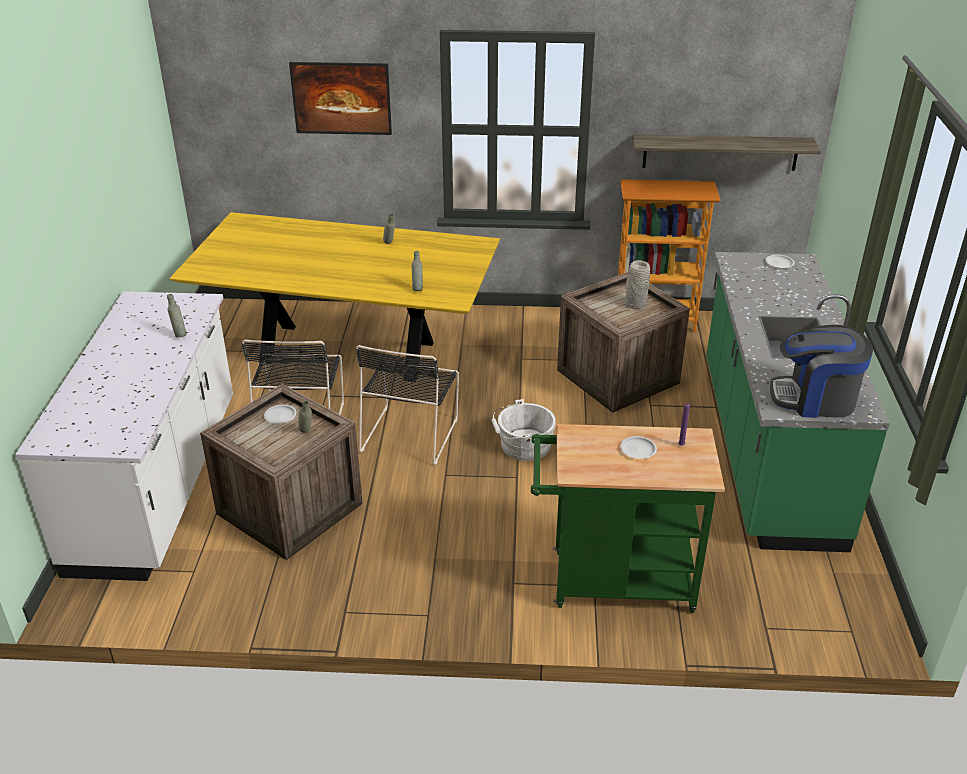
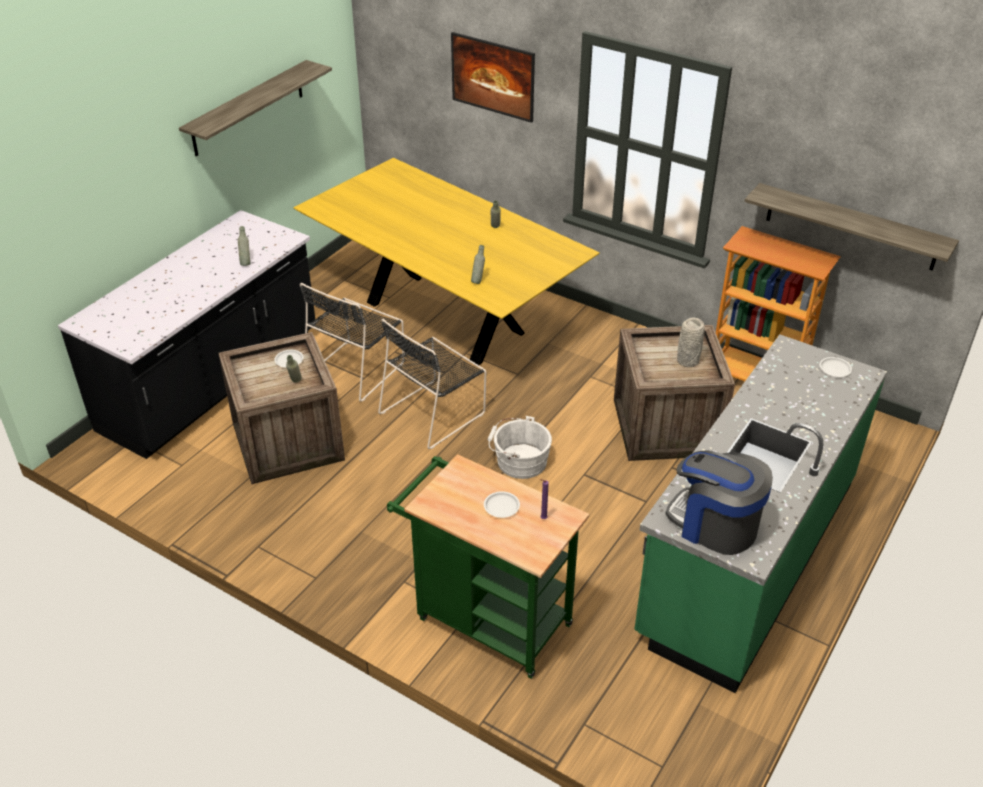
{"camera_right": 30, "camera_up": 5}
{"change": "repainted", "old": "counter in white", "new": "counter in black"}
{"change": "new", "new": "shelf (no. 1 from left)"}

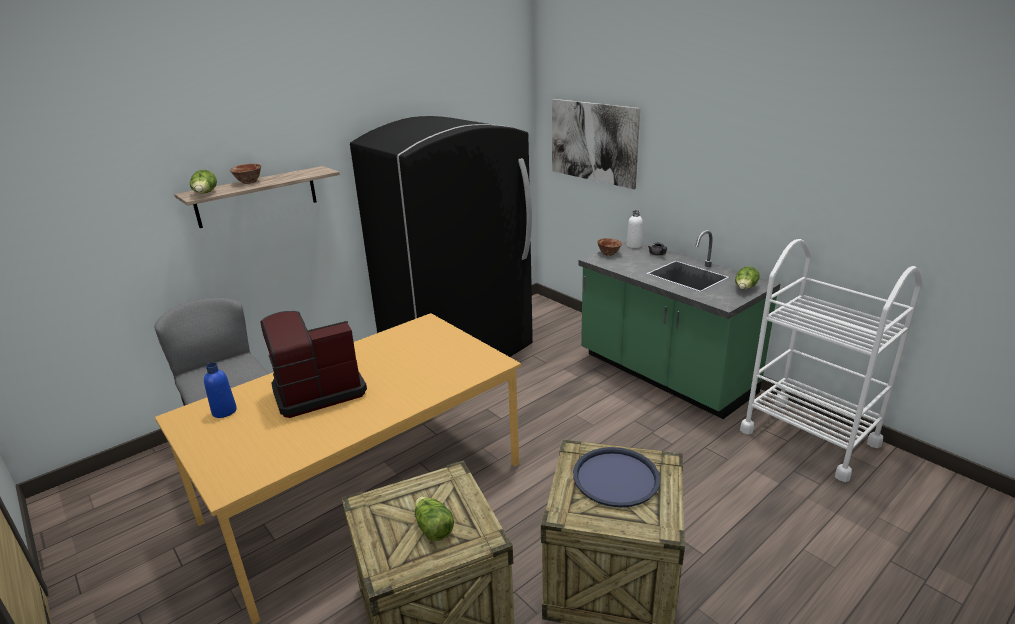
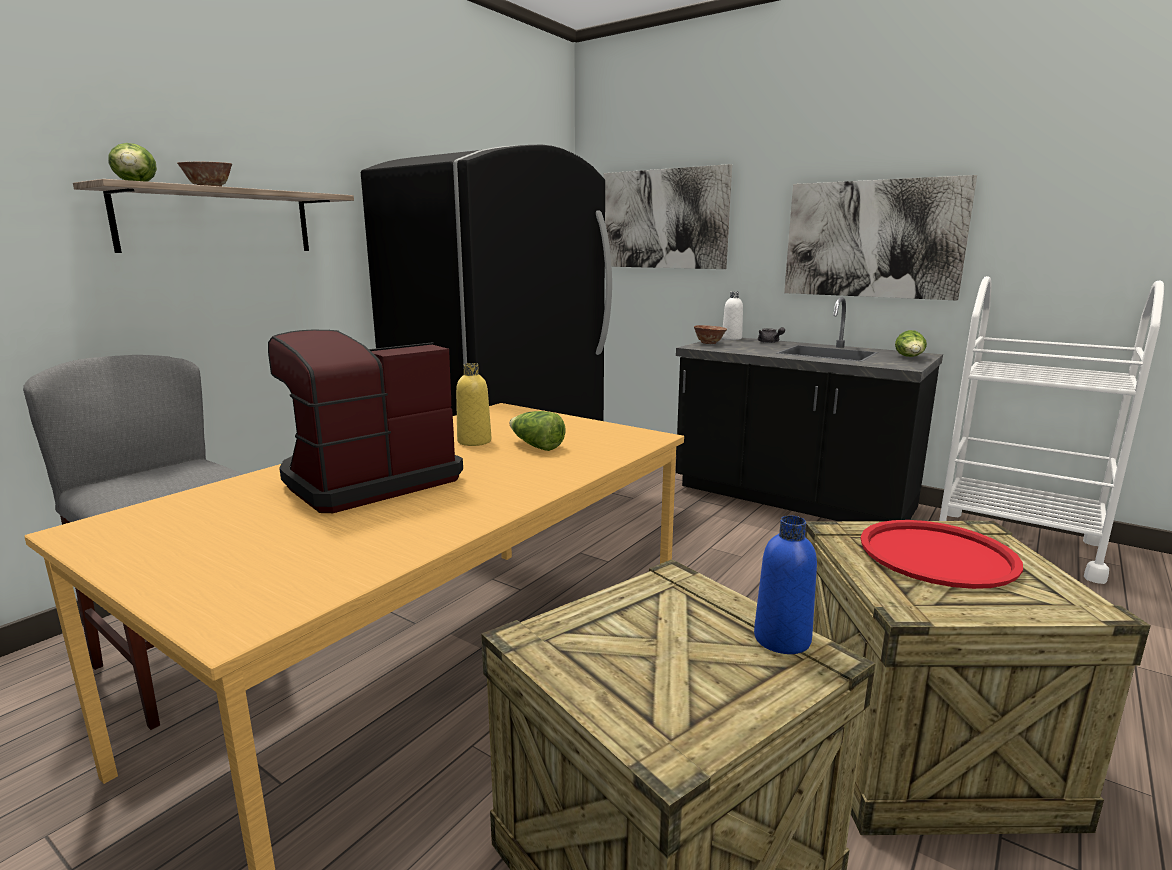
{"camera_right": -15, "camera_up": -10}
{"change": "shifted", "old": "bottle in blue"}
{"change": "shifted", "old": "lettuce (no. 2 from left)"}
{"change": "repainted", "old": "tray in blue", "new": "tray in red"}
{"change": "repainted", "old": "counter in green", "new": "counter in black"}
{"change": "new", "new": "bottle in yellow"}
{"change": "new", "new": "picture (no. 2 from left)"}

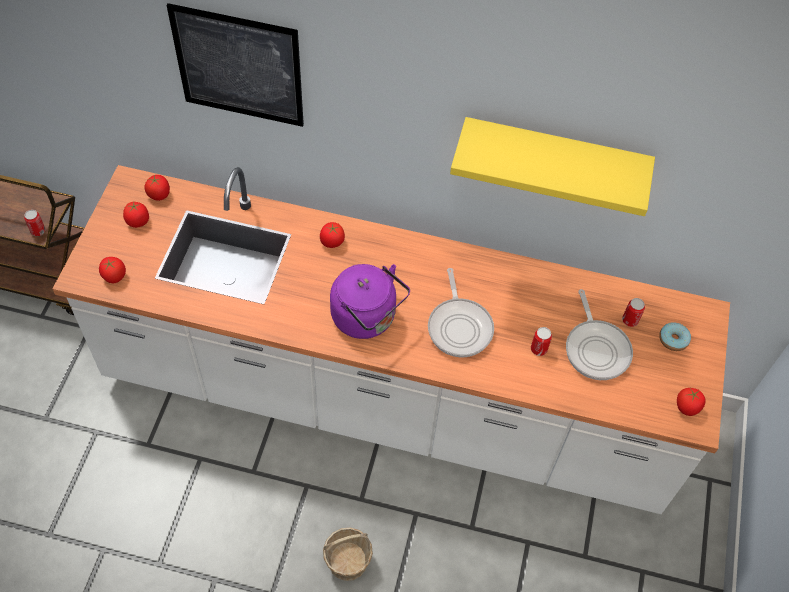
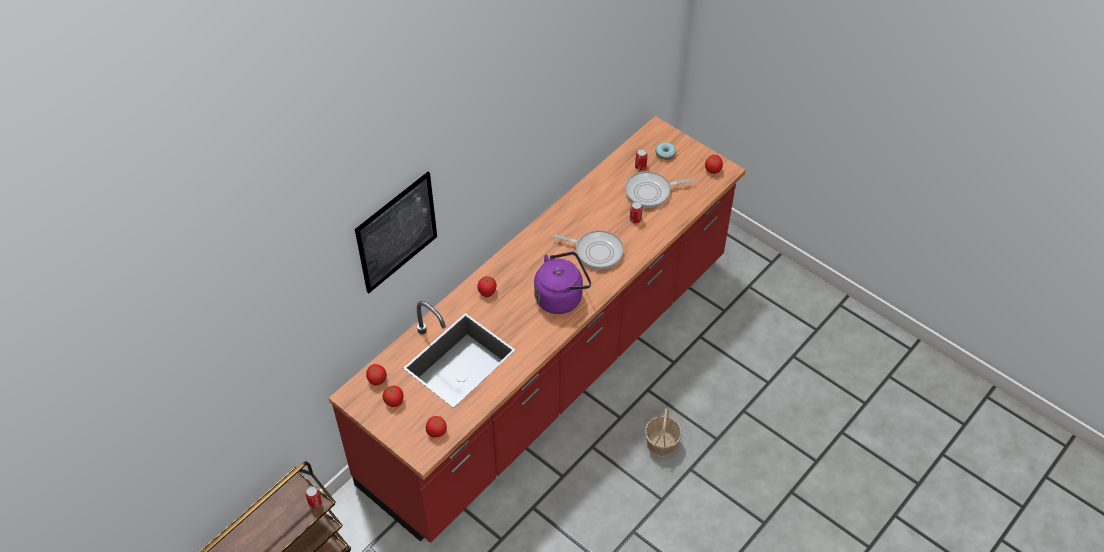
{"camera_right": -60, "camera_up": -5}
{"change": "repainted", "old": "counter in white", "new": "counter in red"}
{"change": "gone", "old": "shelf in yellow"}
{"change": "rotated", "old": "frying pan (no. 2 from left)", "degrees": 150}

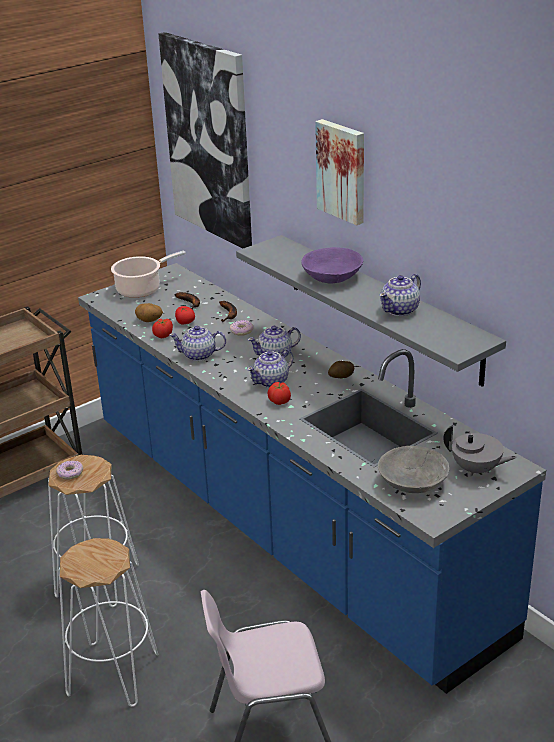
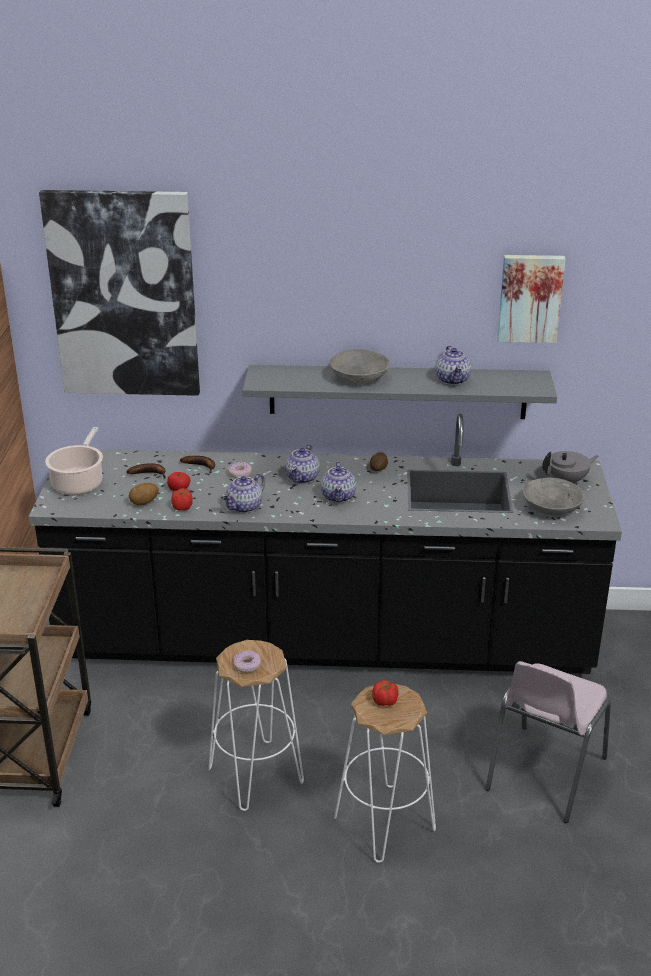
{"camera_right": -50, "camera_up": 0}
{"change": "repainted", "old": "counter in blue", "new": "counter in black"}
{"change": "shifted", "old": "tomato (no. 3 from left)"}
{"change": "repainted", "old": "bowl in purple", "new": "bowl in grey (no. 1 from left)"}
{"change": "shifted", "old": "picture (no. 2 from left)"}

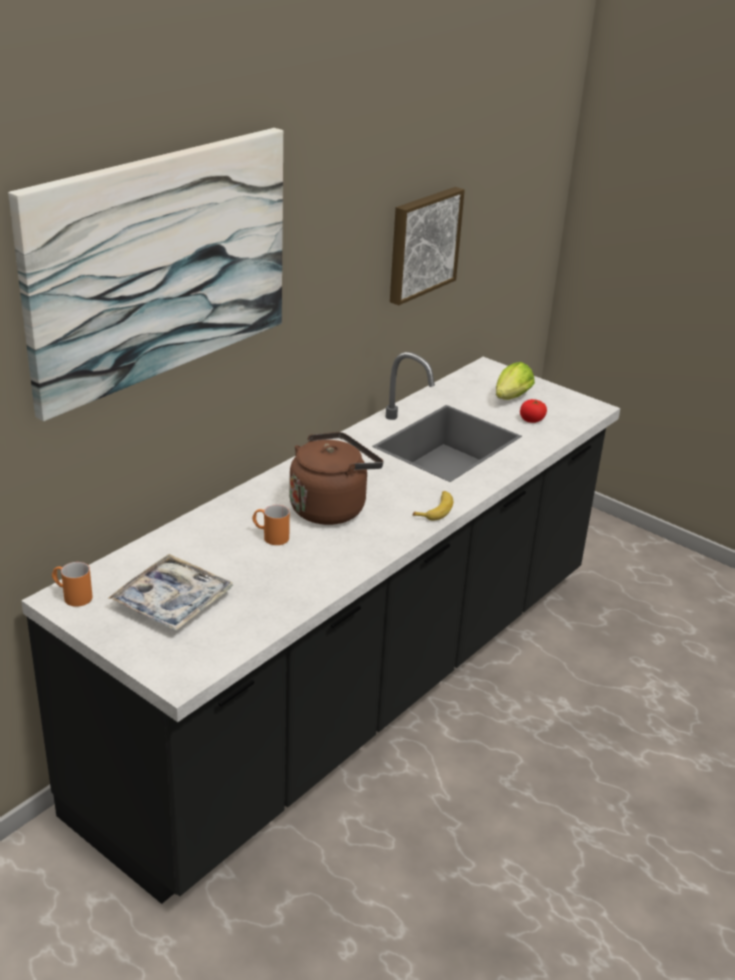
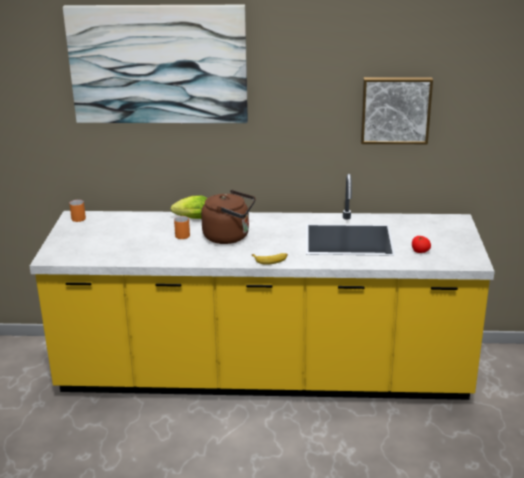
{"camera_right": 55, "camera_up": -5}
{"change": "repainted", "old": "counter in black", "new": "counter in yellow"}
{"change": "gone", "old": "tray"}
{"change": "shifted", "old": "lettuce"}

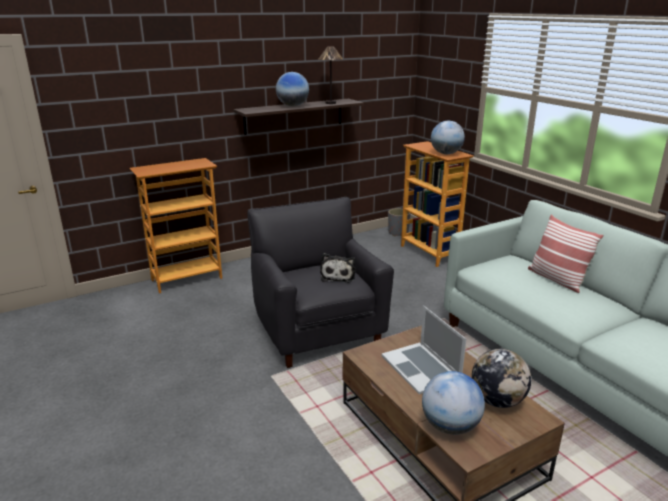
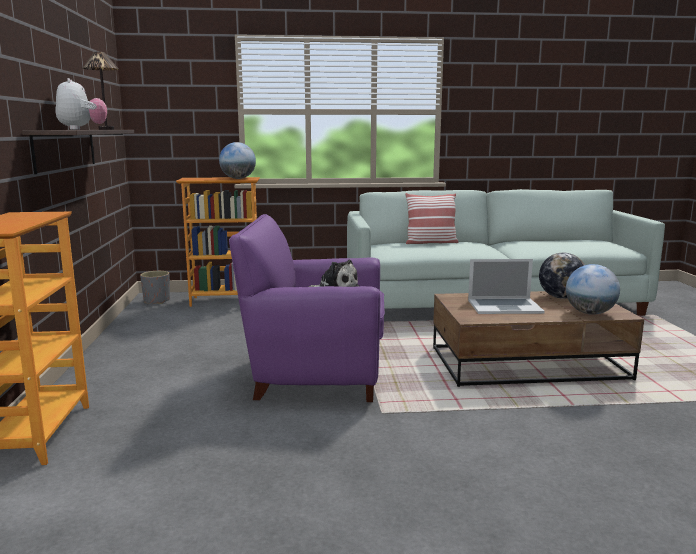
{"camera_right": -65, "camera_up": -10}
{"change": "repainted", "old": "armchair in black", "new": "armchair in purple"}
{"change": "swapped", "old": "globe (no. 1 from left)", "new": "plush toy (no. 1 from left)"}

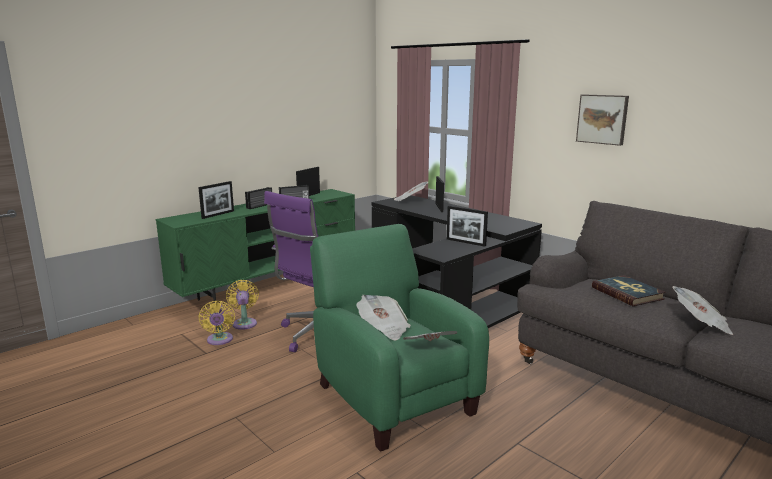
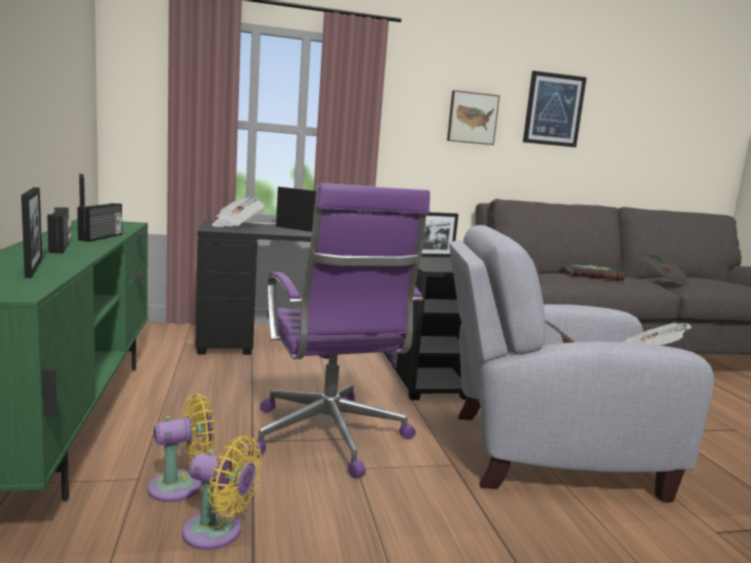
{"camera_right": -60, "camera_up": -5}
{"change": "rotated", "old": "fan in yellow (no. 2 from left in the first image)", "degrees": 135}
{"change": "repainted", "old": "armchair in green", "new": "armchair in grey"}
{"change": "new", "new": "picture (no. 2 from left)"}

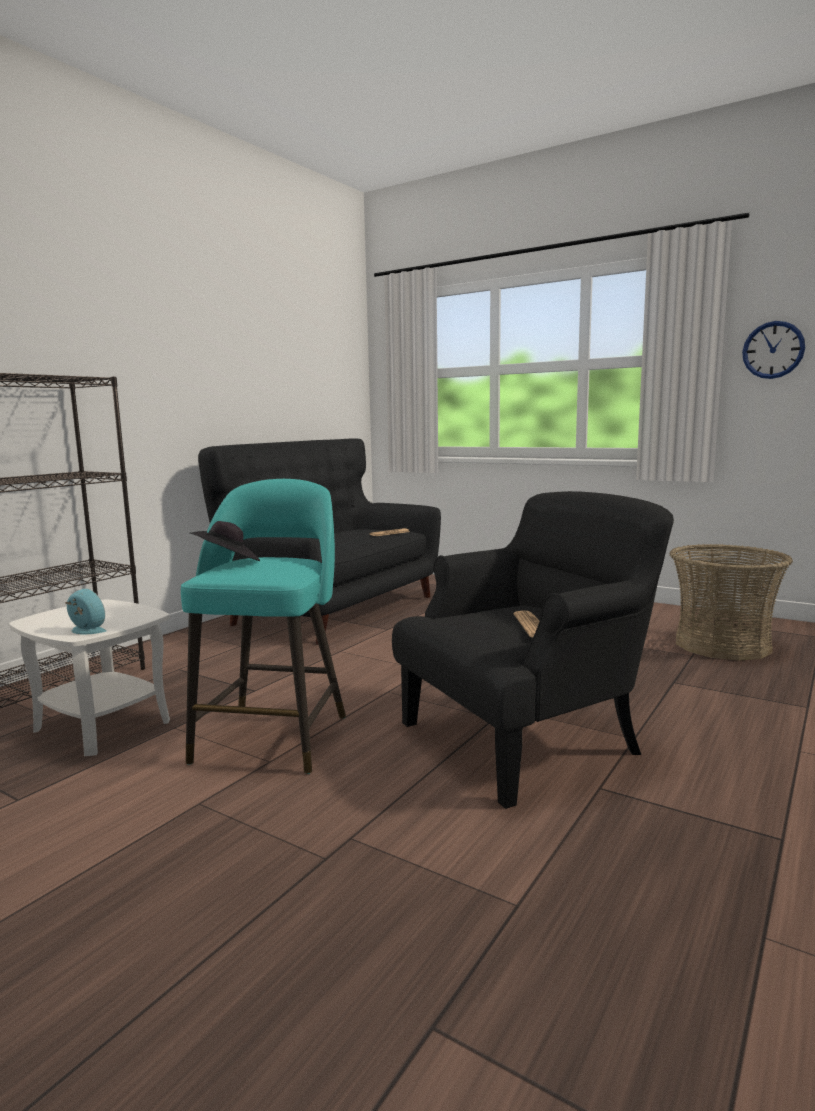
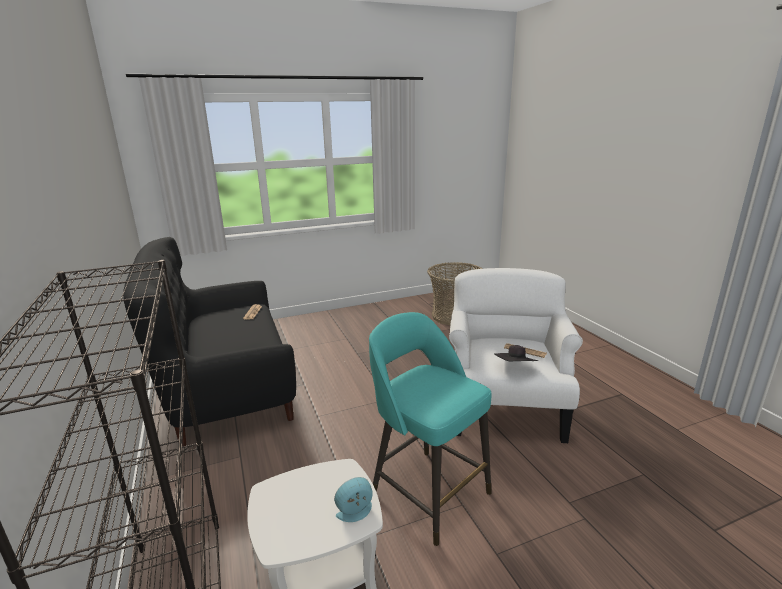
{"camera_right": -55, "camera_up": 10}
{"change": "shifted", "old": "hat in black"}
{"change": "repainted", "old": "armchair in black", "new": "armchair in white"}
{"change": "gone", "old": "wall clock"}

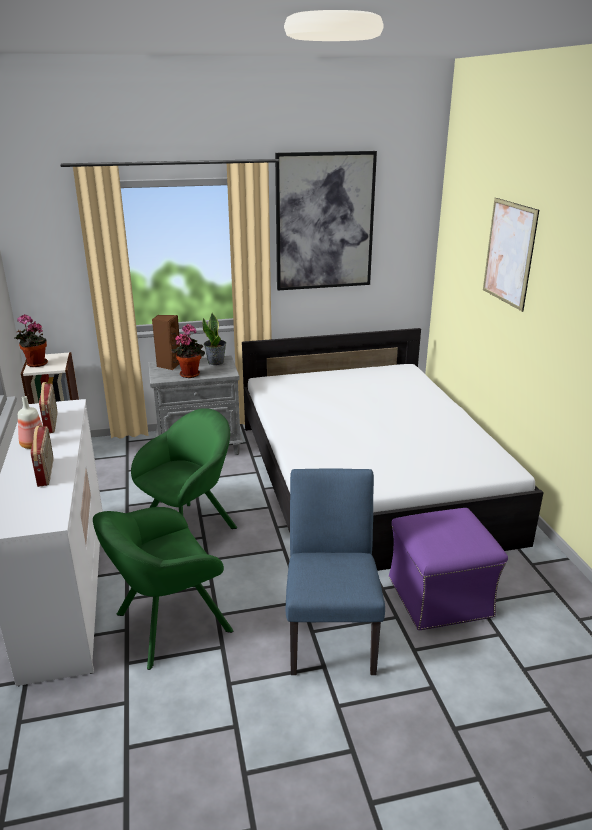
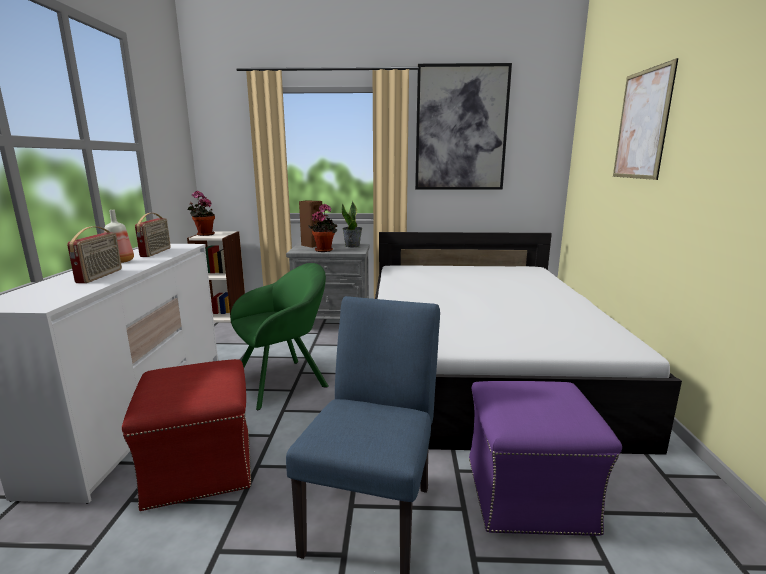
{"camera_right": 15, "camera_up": -10}
{"change": "swapped", "old": "armchair in green (no. 1 from left)", "new": "ottoman in red"}

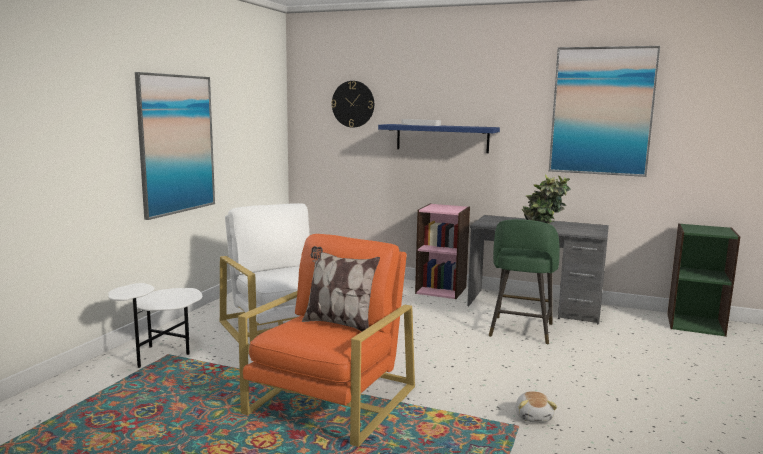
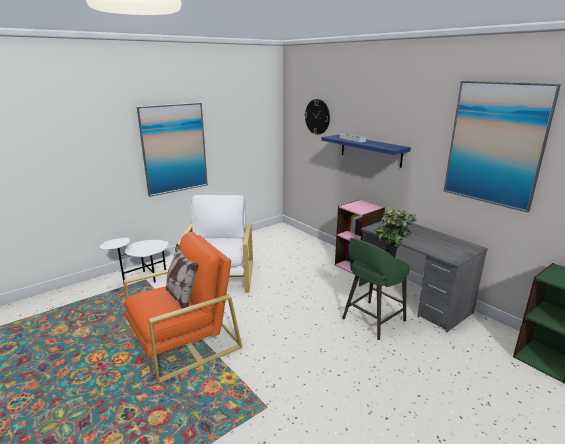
{"camera_right": 30, "camera_up": 10}
{"change": "gone", "old": "plush toy"}

